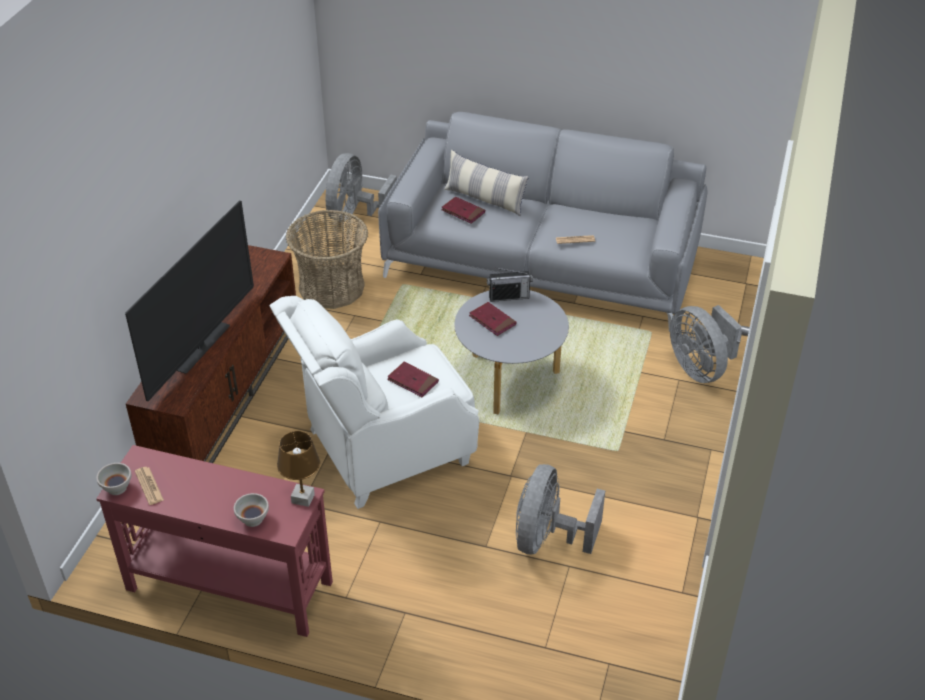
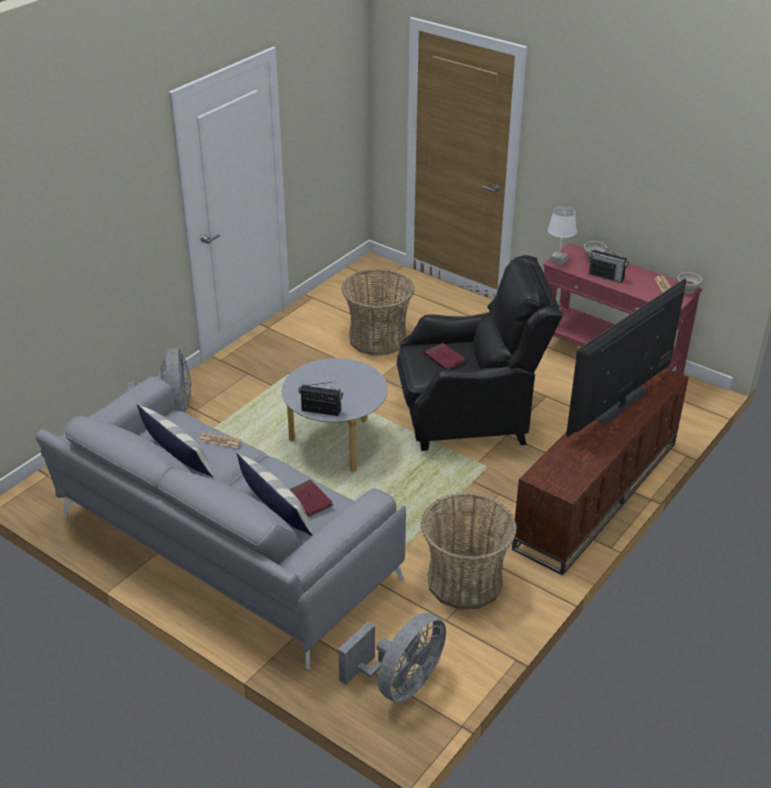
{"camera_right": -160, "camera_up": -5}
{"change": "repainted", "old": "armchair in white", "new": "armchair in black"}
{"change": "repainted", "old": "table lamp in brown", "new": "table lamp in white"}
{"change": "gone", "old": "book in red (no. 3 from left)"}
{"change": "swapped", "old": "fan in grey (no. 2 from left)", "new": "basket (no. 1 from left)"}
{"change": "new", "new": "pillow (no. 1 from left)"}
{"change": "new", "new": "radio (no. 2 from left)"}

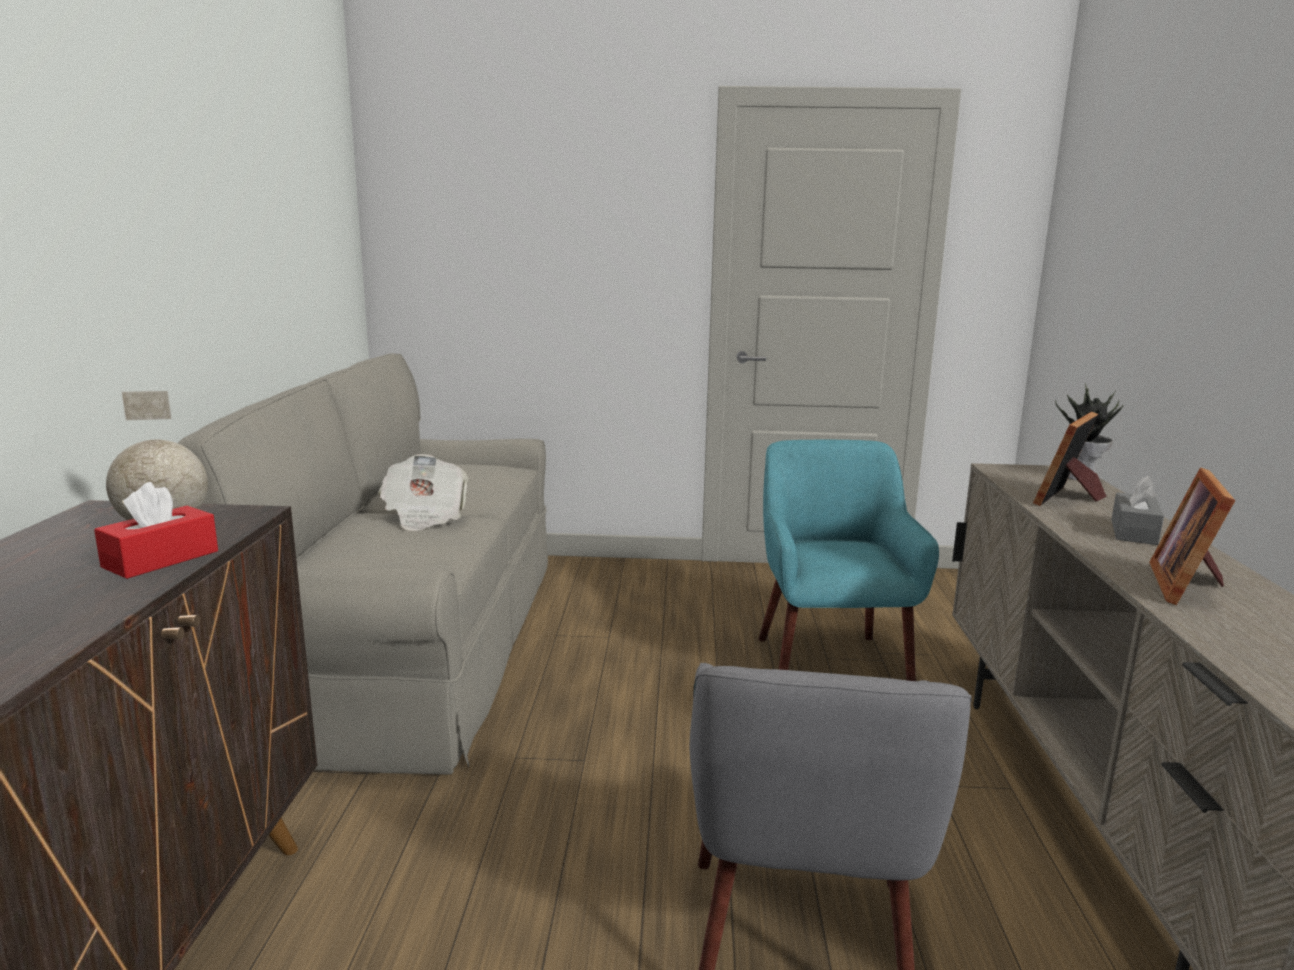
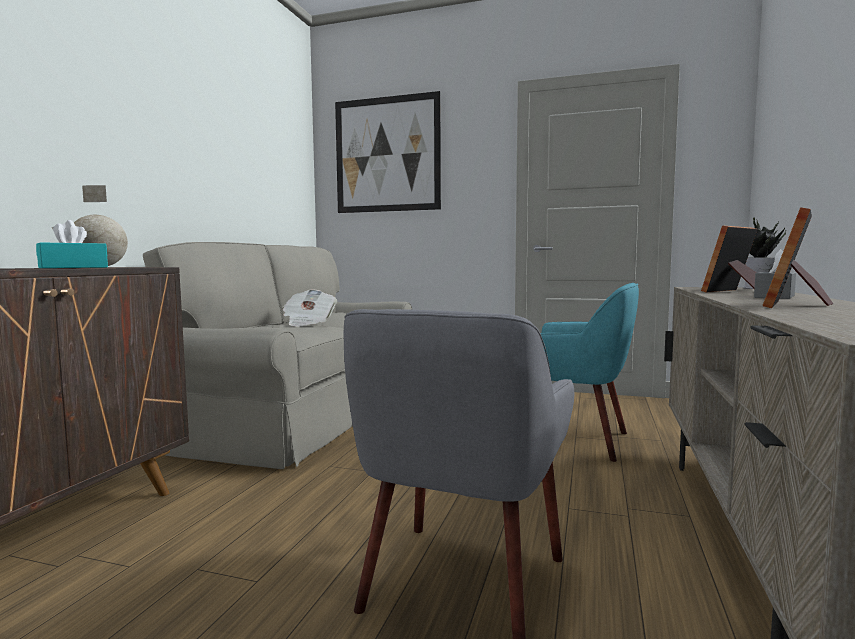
{"camera_right": 15, "camera_up": -10}
{"change": "repainted", "old": "tissue box in red", "new": "tissue box in turquoise"}
{"change": "rotated", "old": "armchair in turquoise", "degrees": 105}
{"change": "new", "new": "picture"}

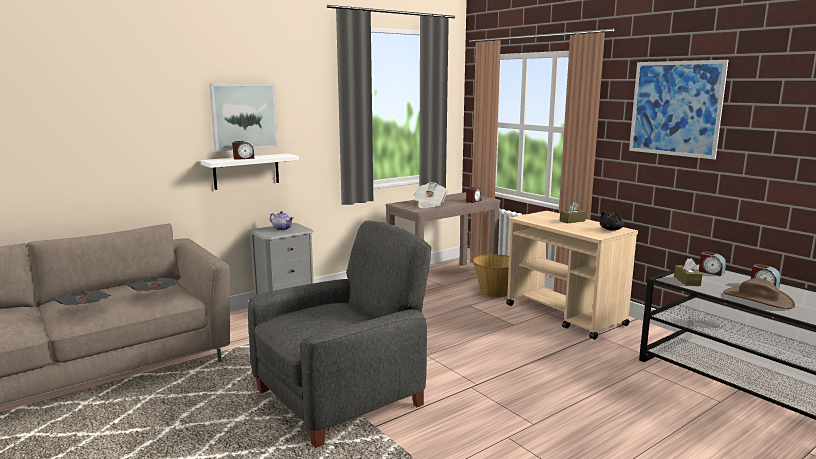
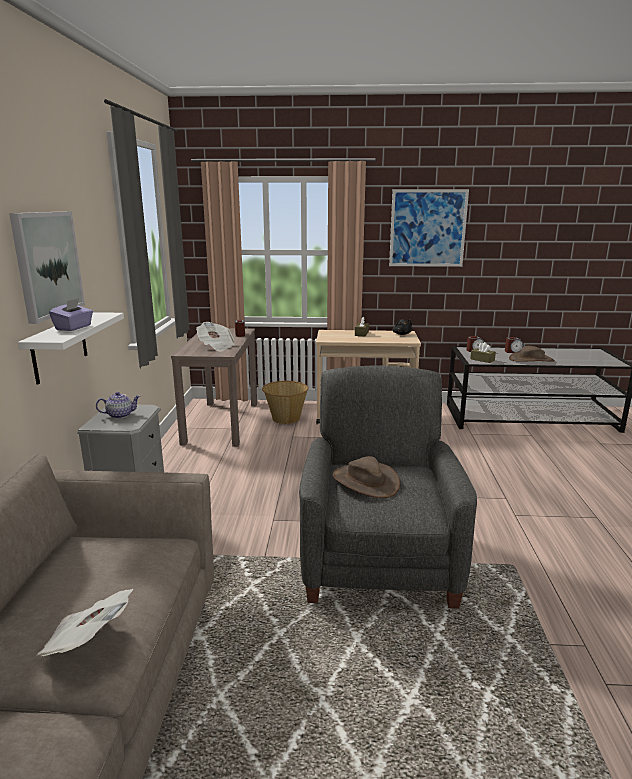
{"camera_right": -50, "camera_up": 5}
{"change": "gone", "old": "newspaper (no. 2 from left)"}
{"change": "swapped", "old": "alarm clock (no. 1 from left)", "new": "tissue box in purple"}
{"change": "new", "new": "hat in brown (no. 1 from left)"}

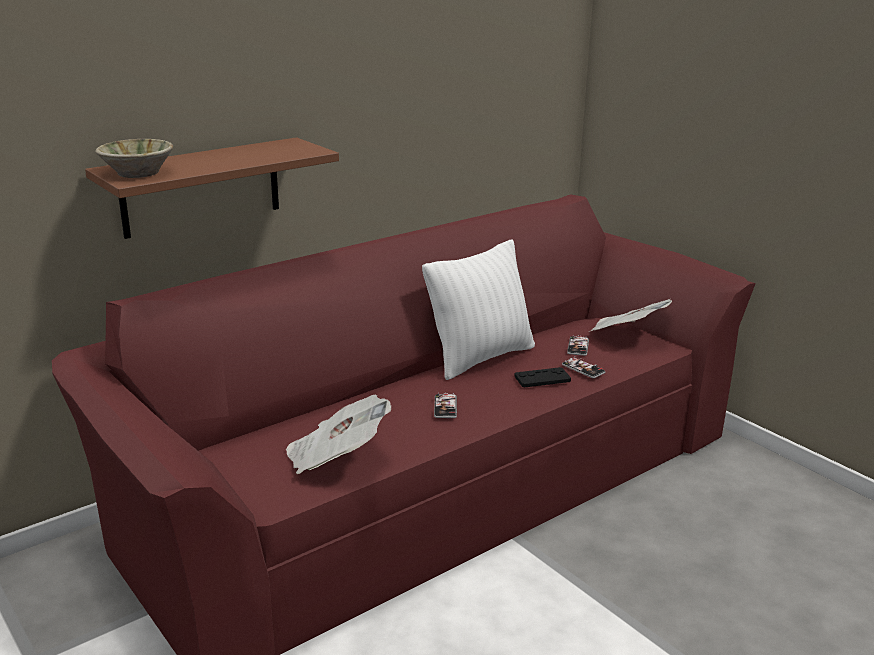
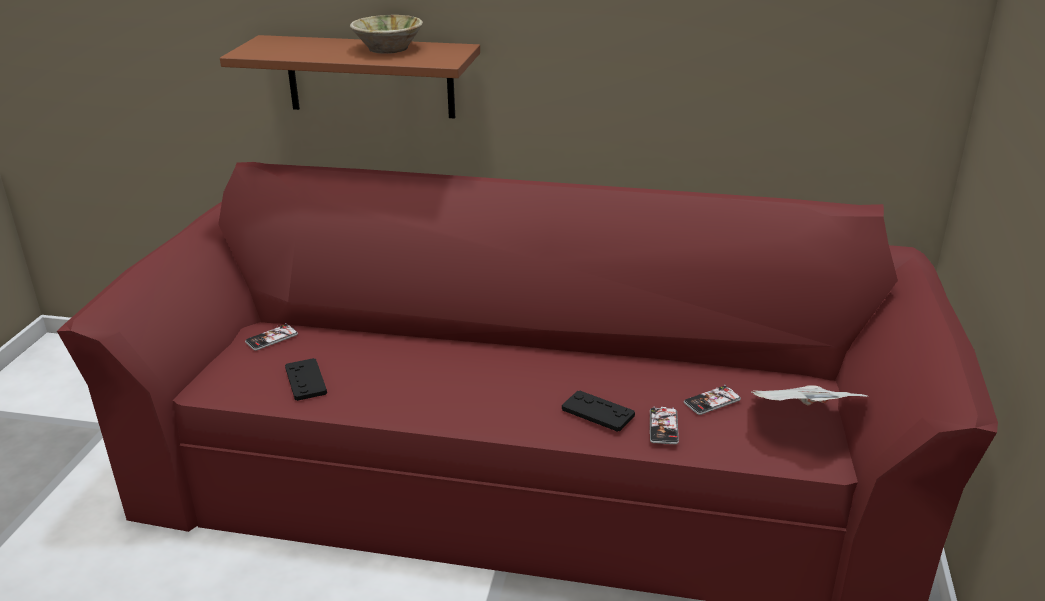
{"camera_right": 50, "camera_up": 5}
{"change": "shifted", "old": "bowl in beige"}
{"change": "swapped", "old": "newspaper (no. 1 from left)", "new": "game controller in black (no. 1 from left)"}
{"change": "gone", "old": "pillow in white"}
{"change": "shifted", "old": "phone (no. 1 from left)"}

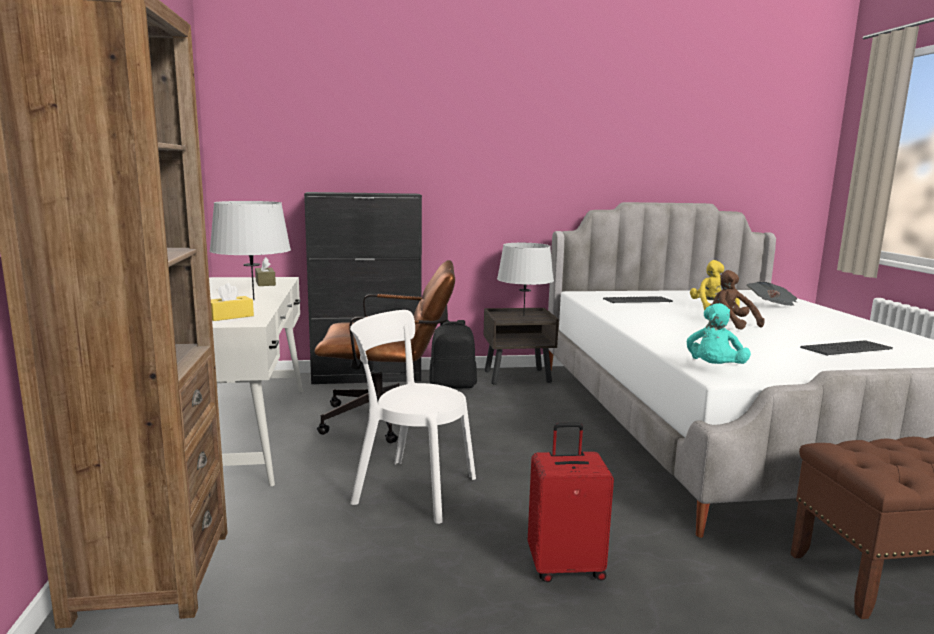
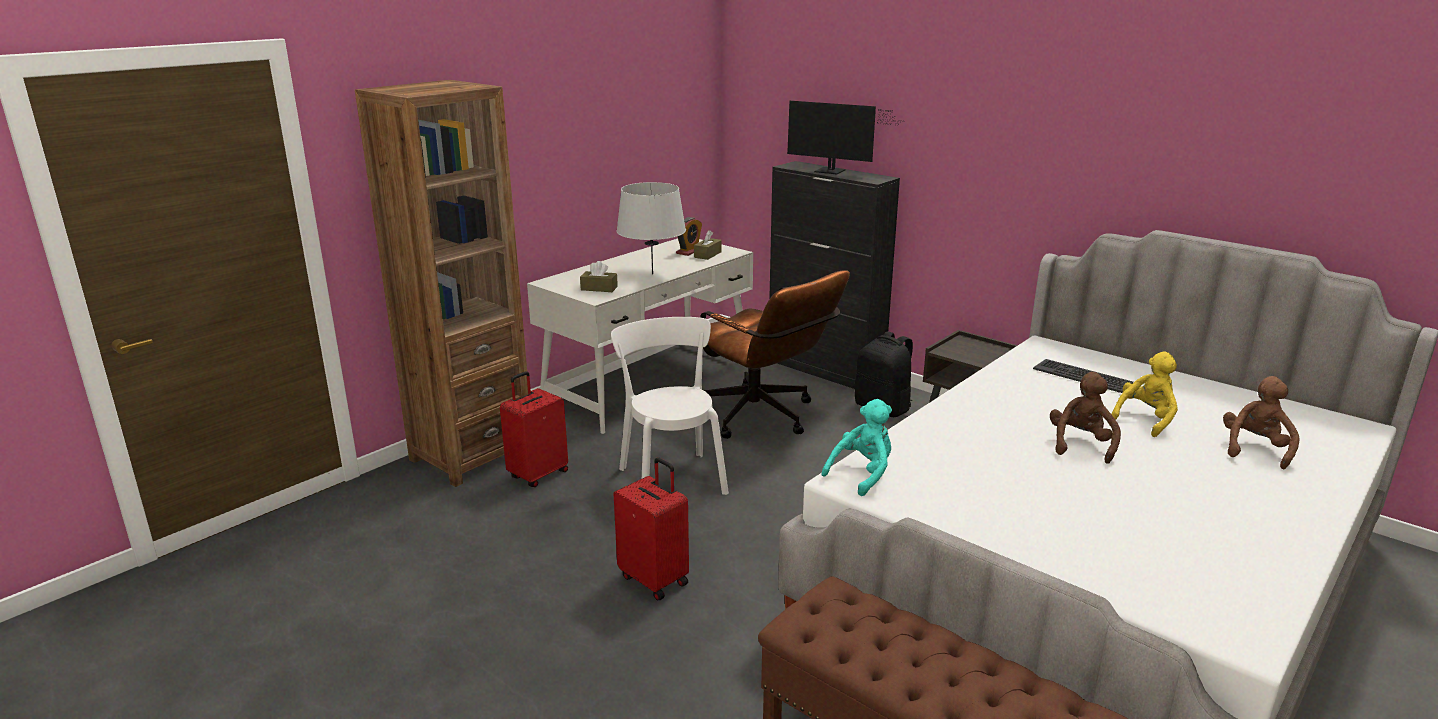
{"camera_right": 50, "camera_up": 10}
{"change": "repainted", "old": "tissue box in yellow", "new": "tissue box in brown (no. 1 from left)"}
{"change": "gone", "old": "table lamp in grey (no. 2 from left)"}
{"change": "rotated", "old": "plush toy in turquoise", "degrees": 150}
{"change": "swapped", "old": "newspaper", "new": "plush toy in brown (no. 2 from left)"}
{"change": "gone", "old": "keyboard (no. 2 from left)"}
{"change": "new", "new": "suitcase in red (no. 1 from left)"}
{"change": "new", "new": "alarm clock"}
{"change": "new", "new": "monitor"}

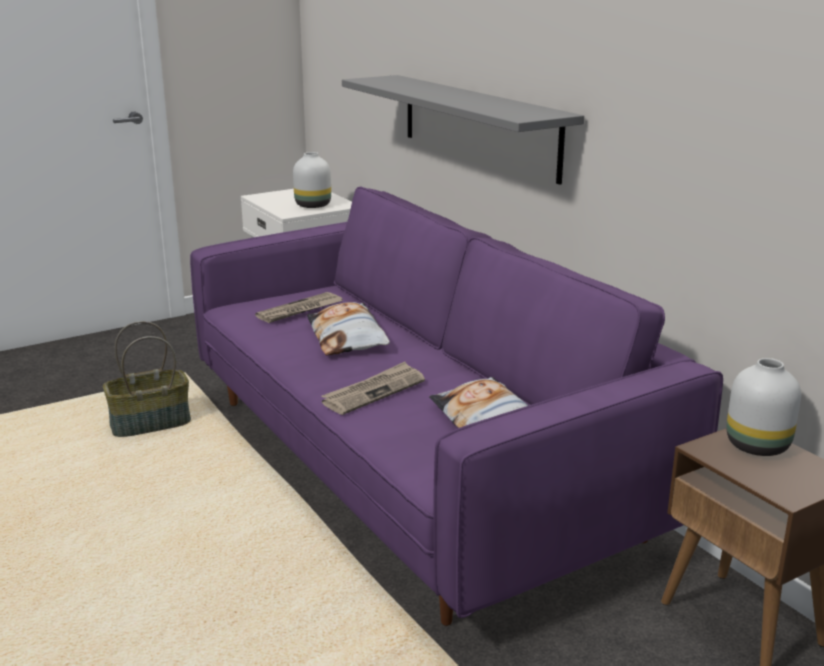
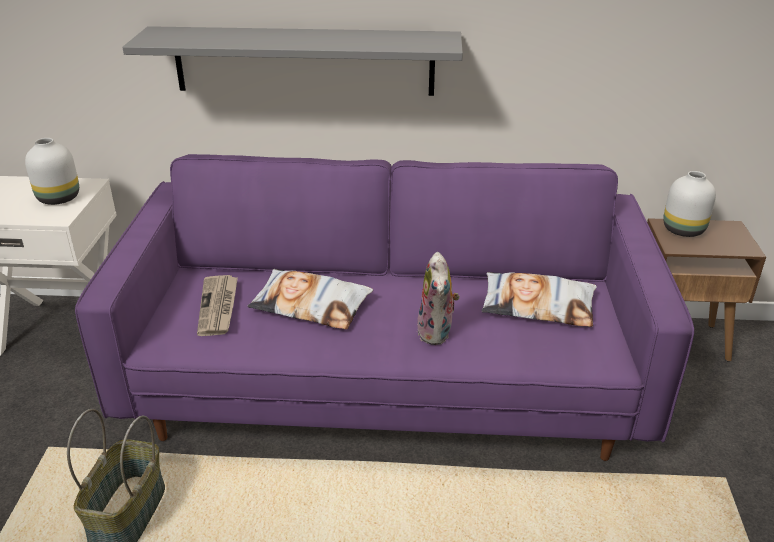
{"camera_right": -55, "camera_up": 10}
{"change": "swapped", "old": "newspaper (no. 2 from left)", "new": "plush toy"}

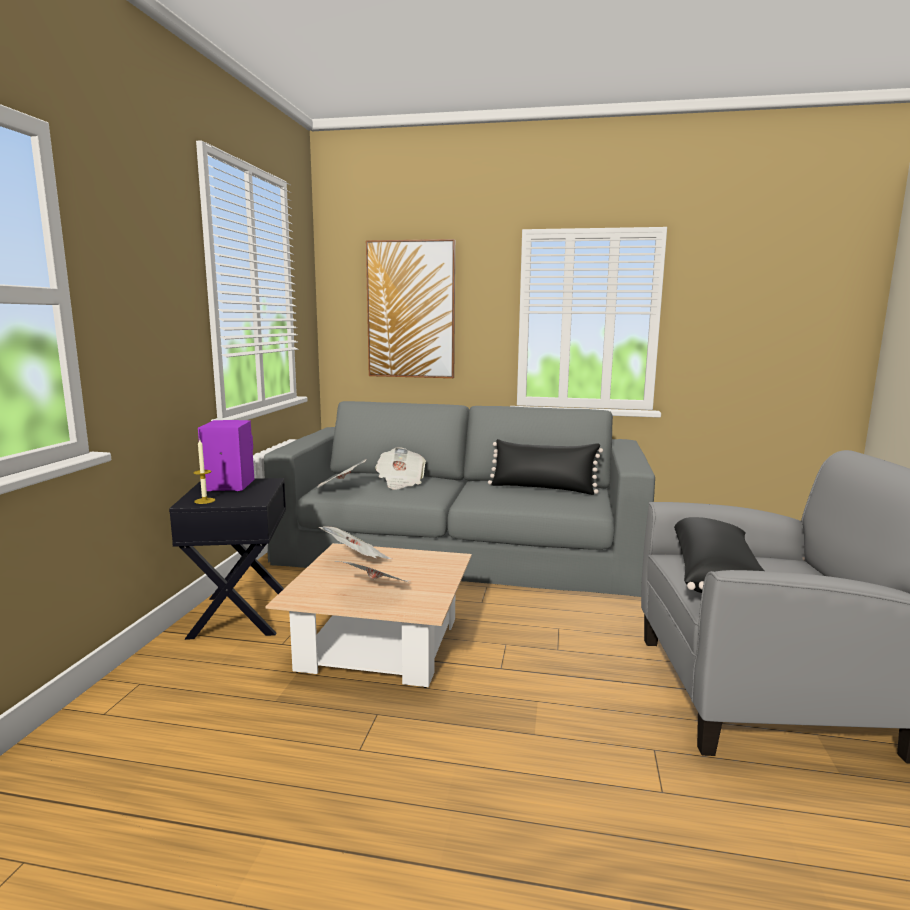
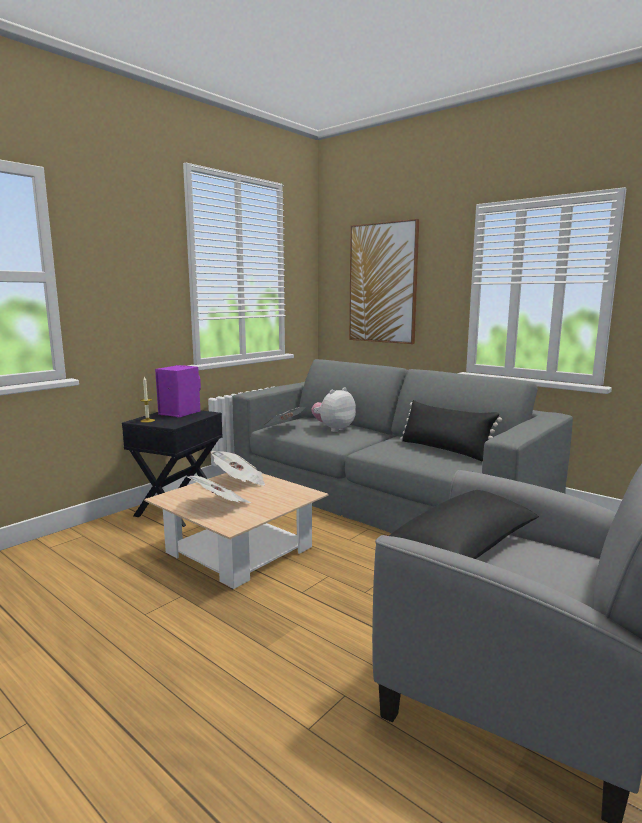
{"camera_right": 30, "camera_up": 0}
{"change": "swapped", "old": "newspaper (no. 4 from left)", "new": "plush toy"}

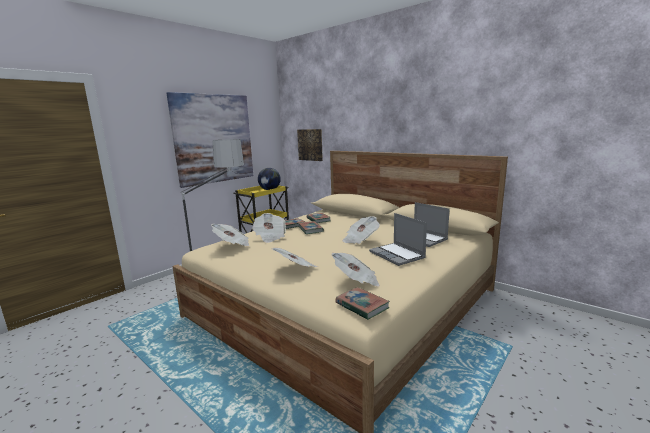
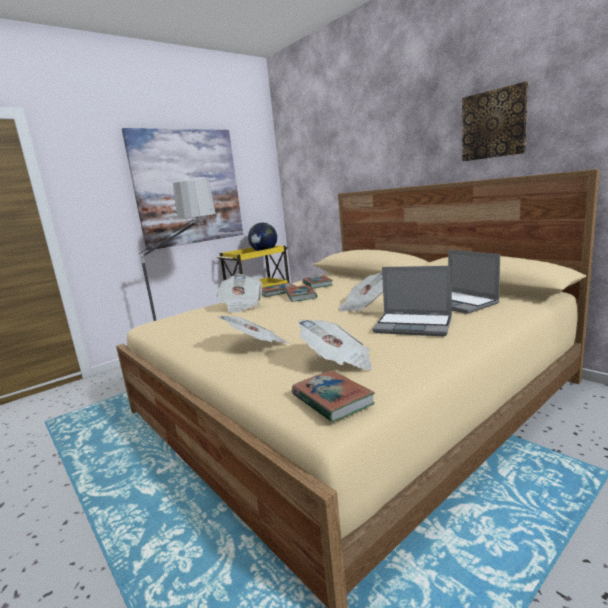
{"camera_right": 10, "camera_up": 0}
{"change": "gone", "old": "newspaper (no. 1 from left)"}
{"change": "shifted", "old": "picture (no. 2 from left)"}
{"change": "rotated", "old": "laptop (no. 1 from left)", "degrees": -45}

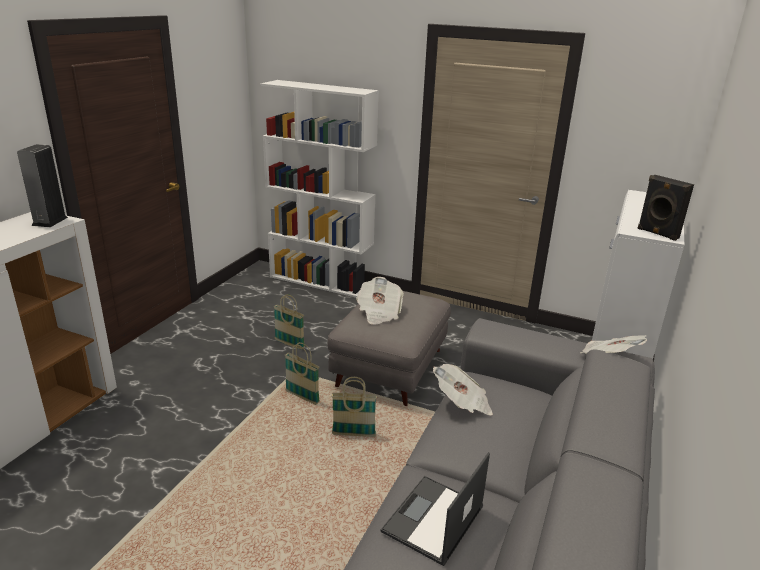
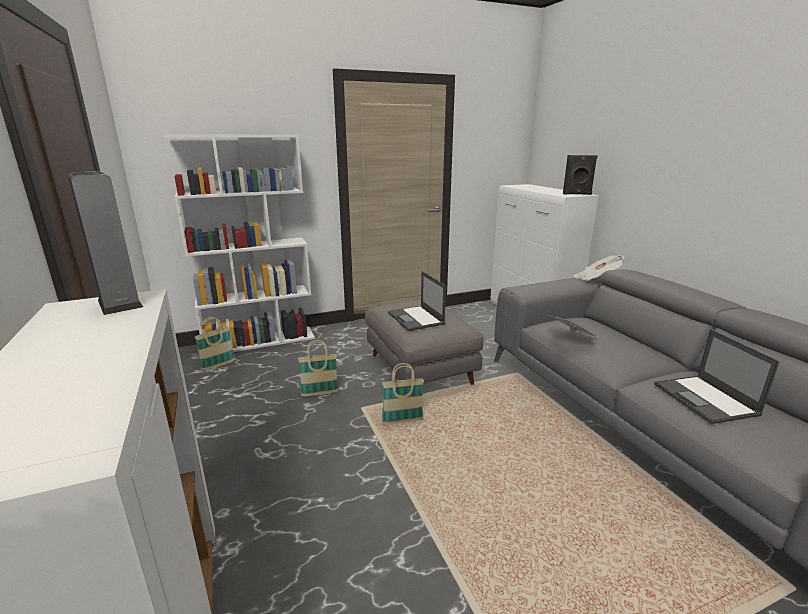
{"camera_right": -45, "camera_up": -5}
{"change": "shifted", "old": "basket (no. 3 from left in the first image)", "new": "basket (no. 1 from left)"}
{"change": "swapped", "old": "newspaper (no. 1 from left)", "new": "laptop (no. 1 from left)"}

